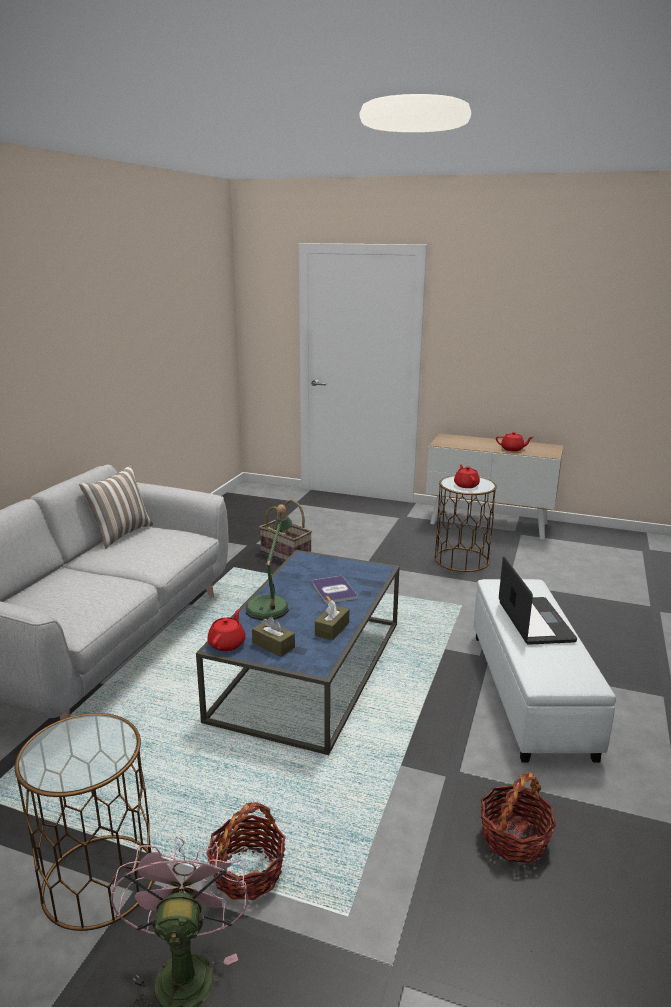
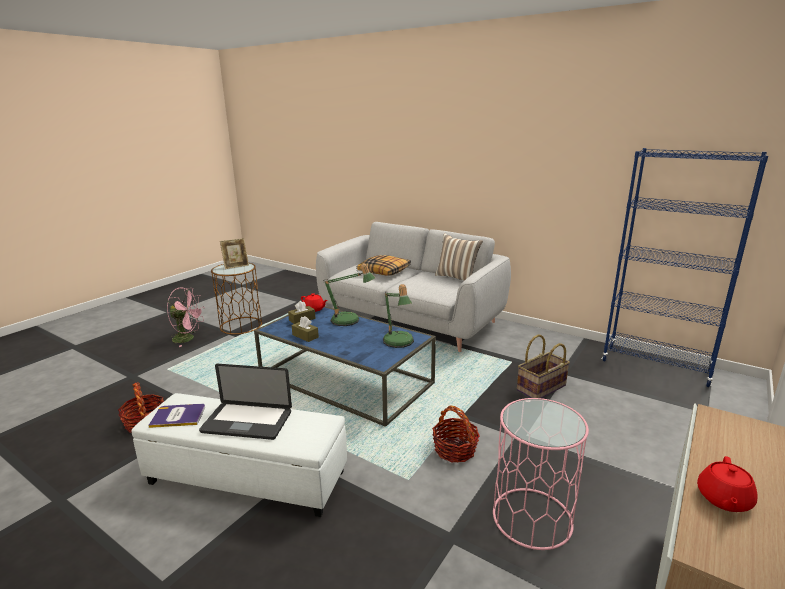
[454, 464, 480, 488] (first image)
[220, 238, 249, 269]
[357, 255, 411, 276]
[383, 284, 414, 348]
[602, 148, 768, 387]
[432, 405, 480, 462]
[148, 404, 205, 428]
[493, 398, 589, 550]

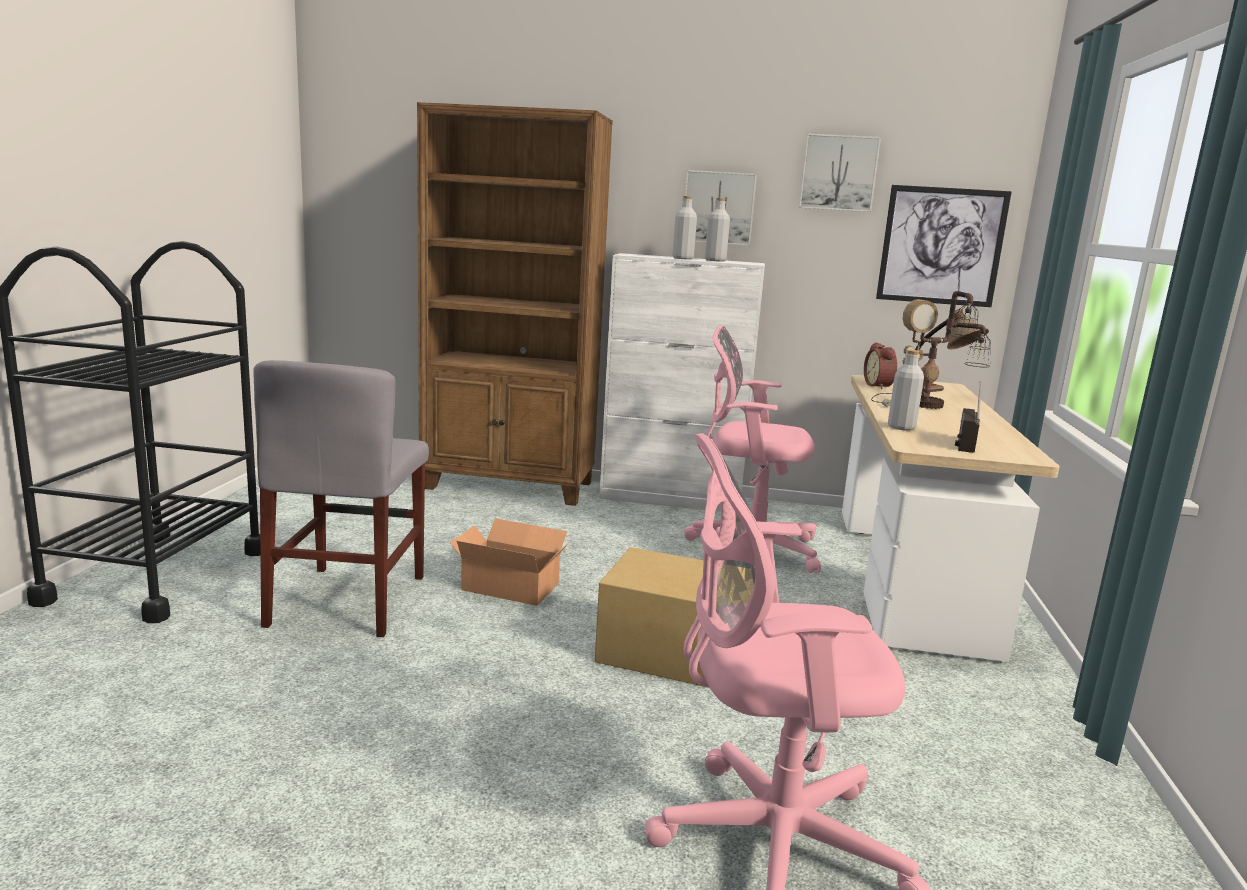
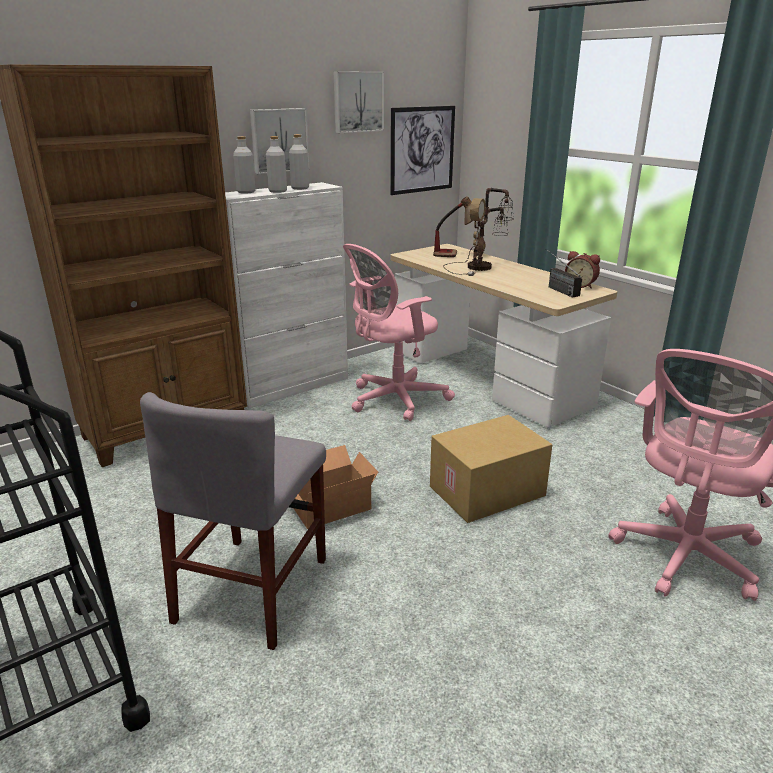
[565, 251, 600, 289]
[233, 136, 256, 194]
[140, 392, 326, 650]

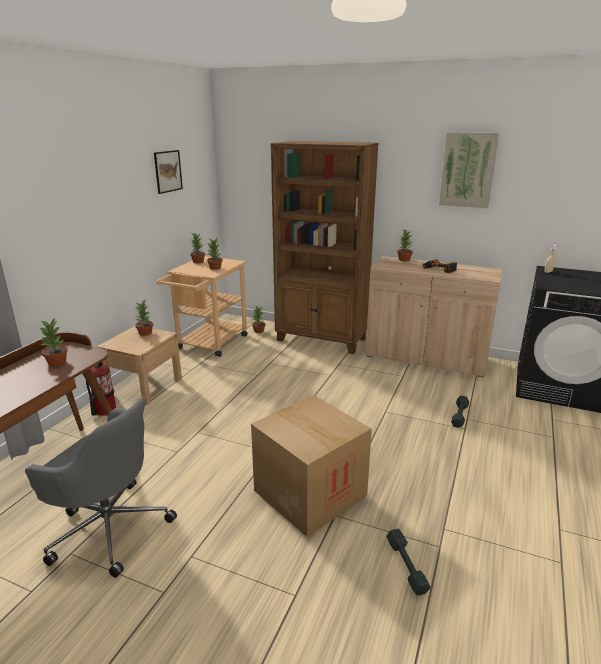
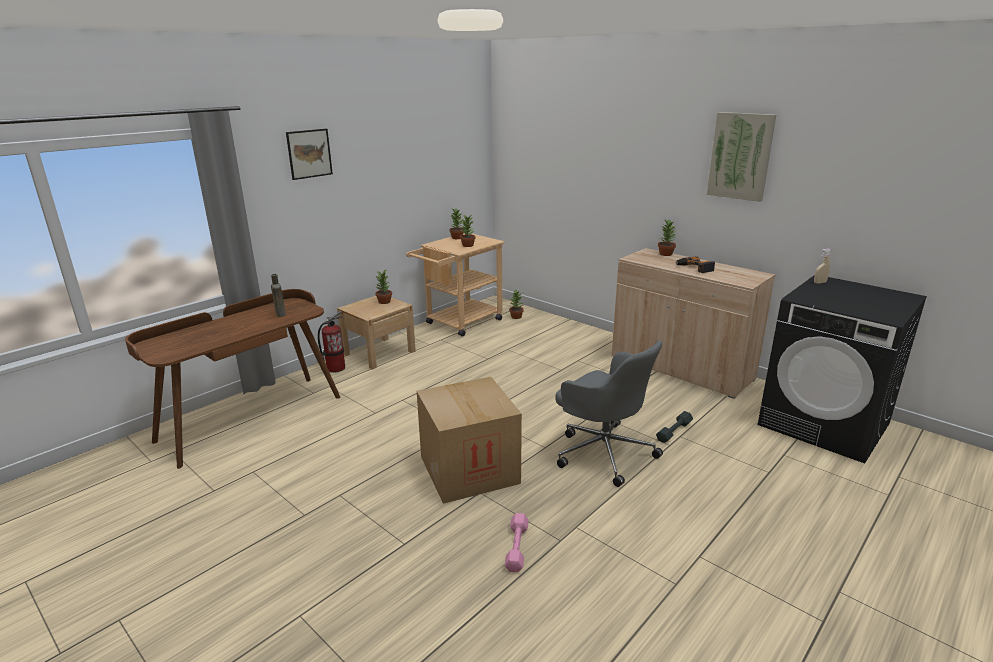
[271, 141, 379, 354] (first image)
[555, 340, 663, 487]
[286, 129, 333, 180]
[271, 274, 286, 317]
[505, 513, 528, 572]

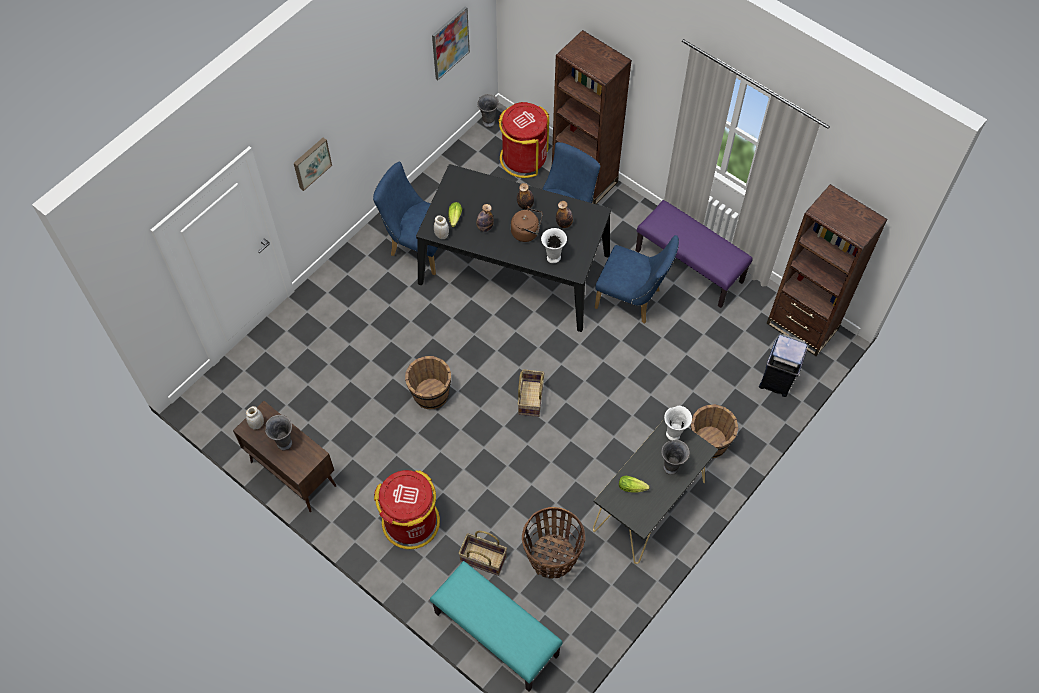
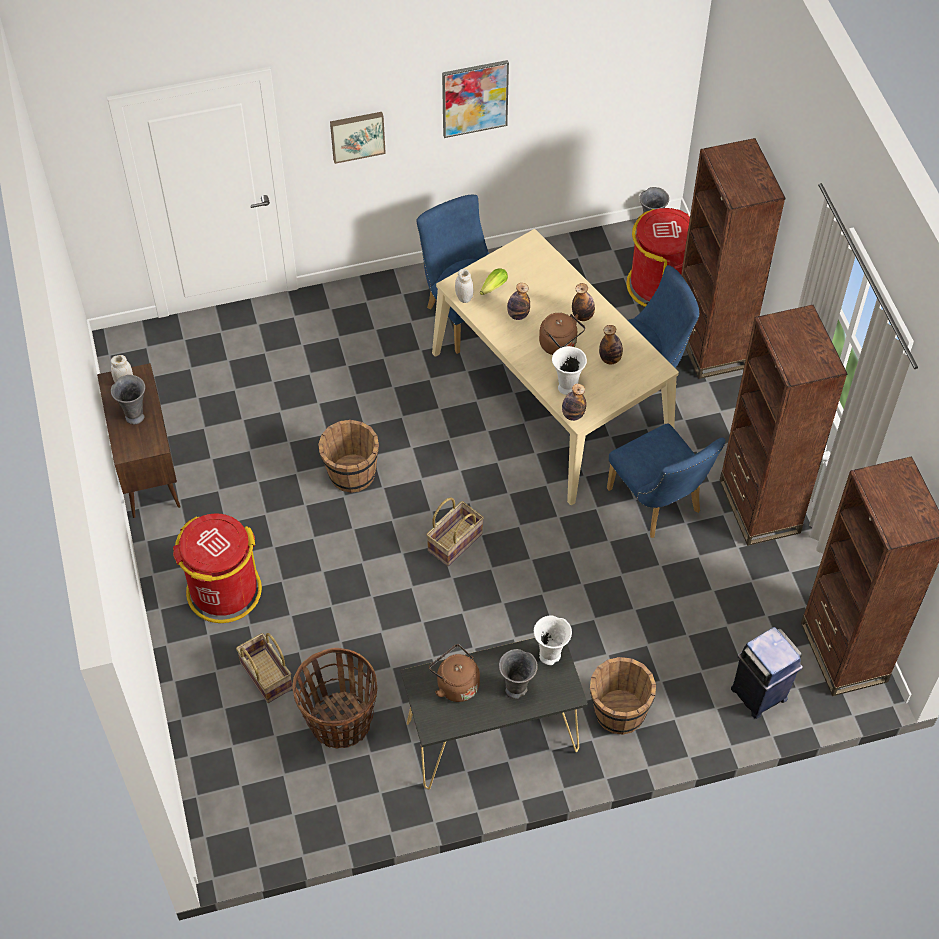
[430, 561, 563, 692] (first image)
[562, 384, 586, 421]
[442, 60, 509, 138]
[429, 644, 480, 702]
[720, 305, 847, 546]
[432, 229, 679, 505]

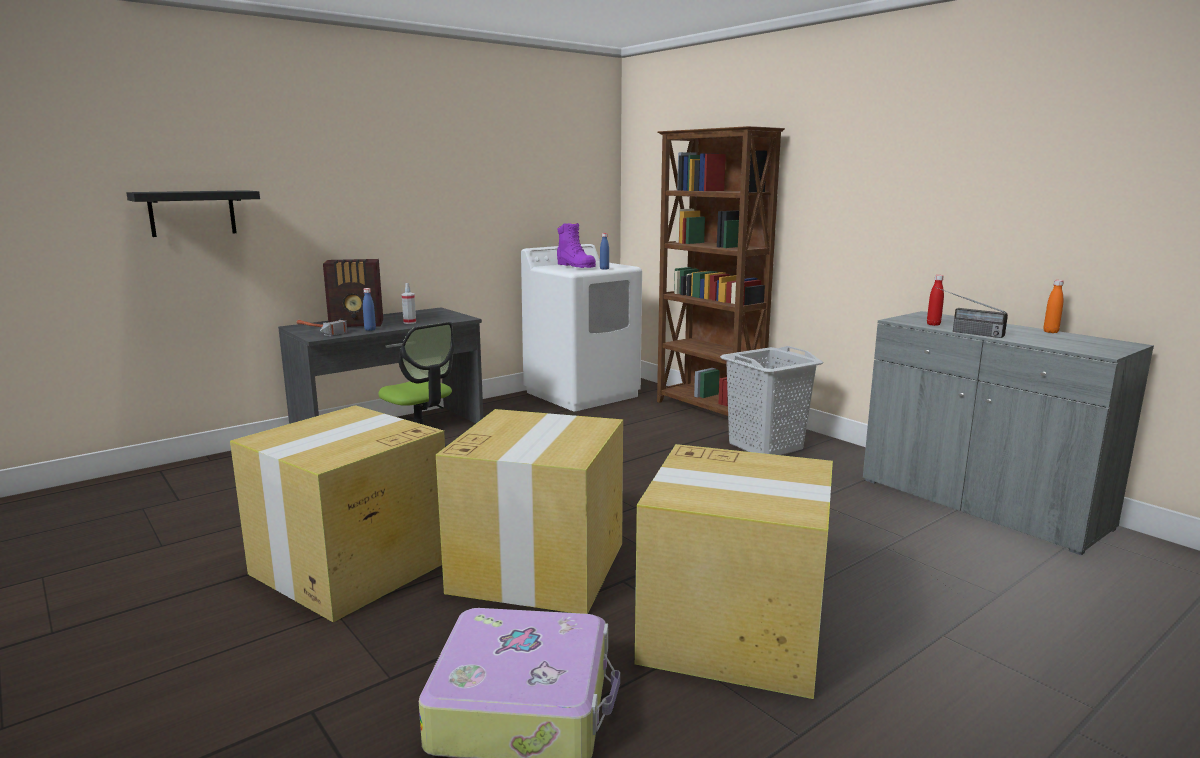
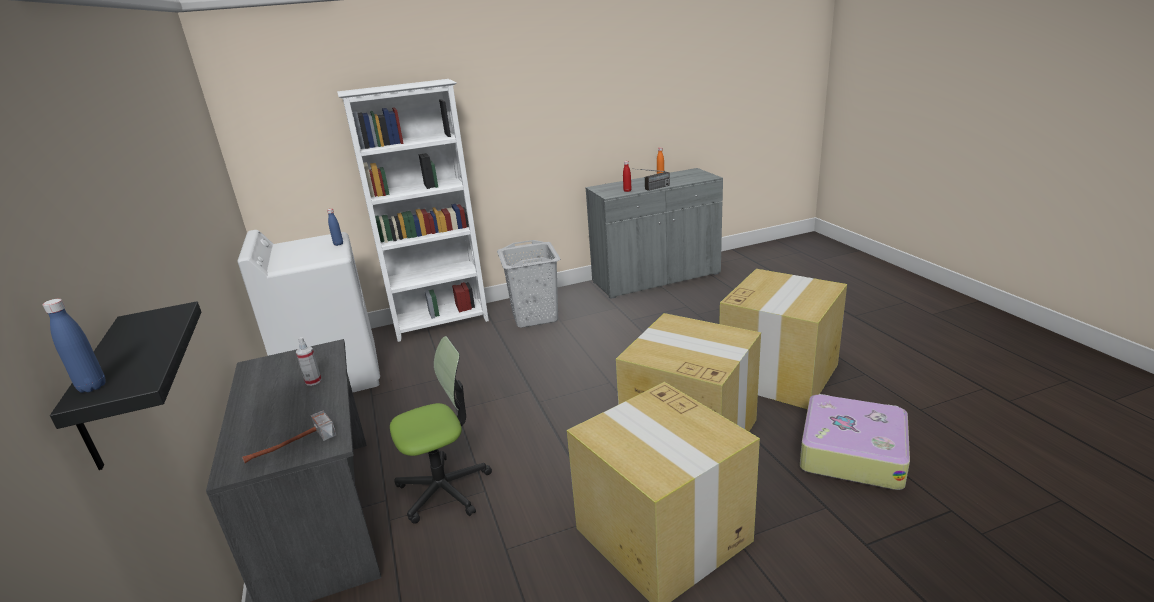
[323, 259, 383, 327] (first image)
[557, 223, 596, 268] (first image)
[42, 299, 105, 393]
[337, 79, 489, 342]

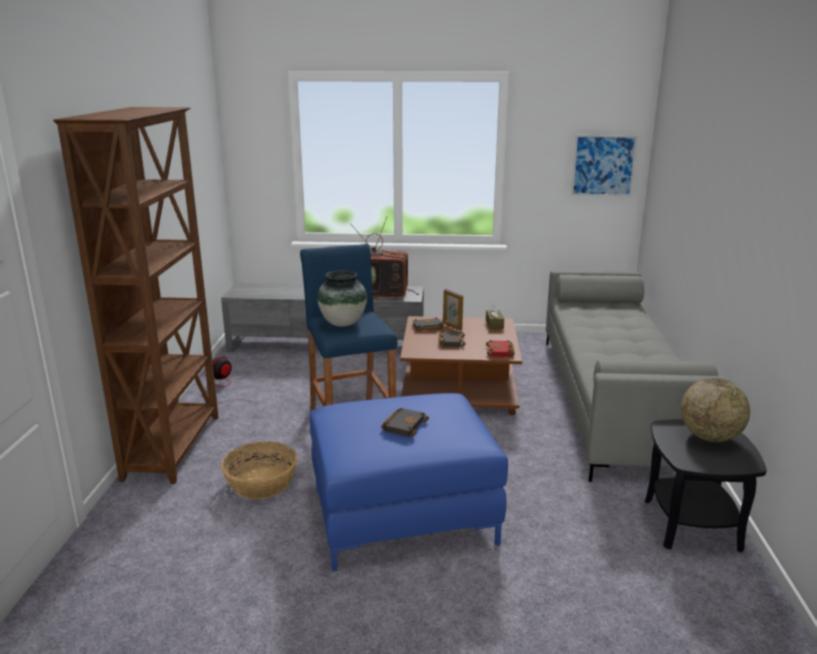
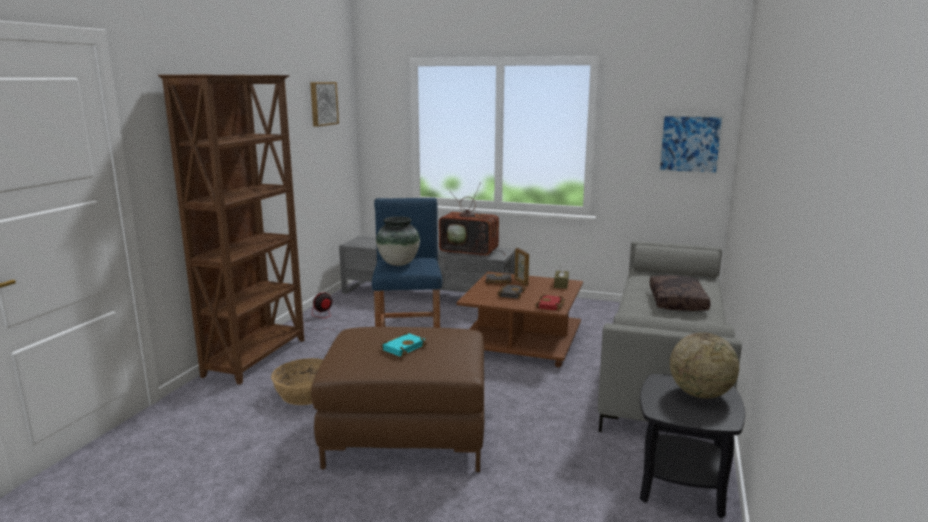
[310, 82, 339, 127]
[649, 275, 711, 311]
[311, 327, 484, 472]
[381, 333, 427, 357]

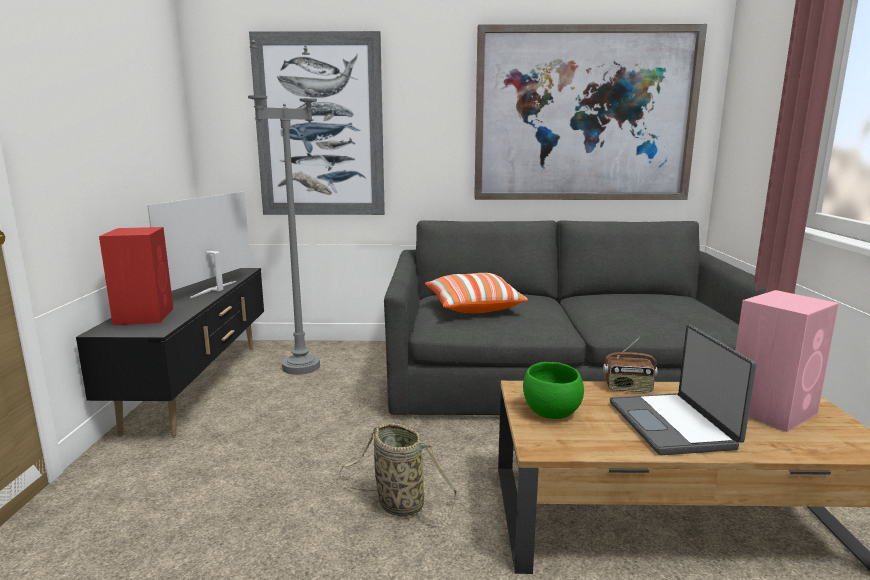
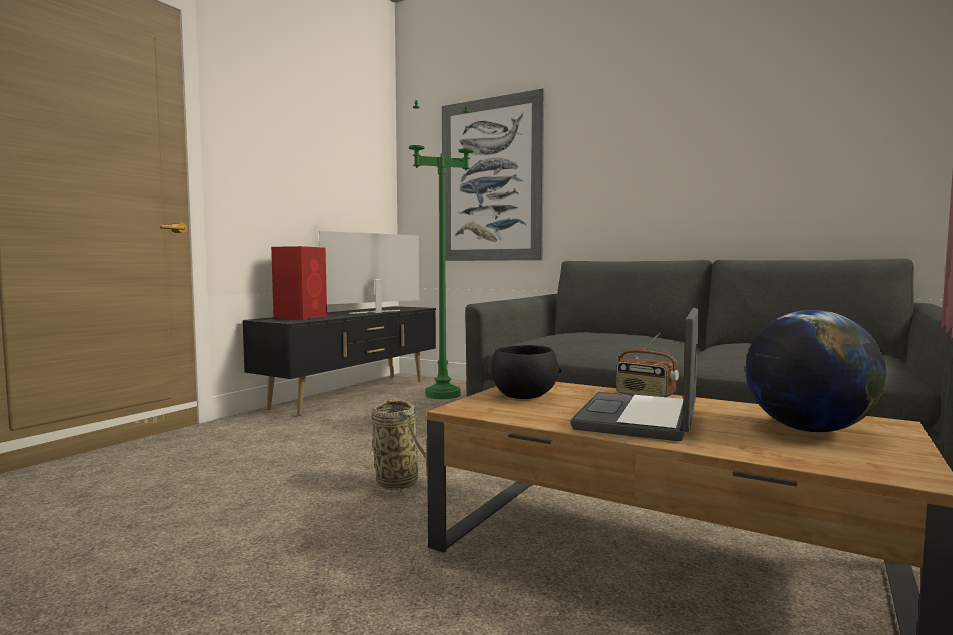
[425, 273, 528, 313] (first image)
[474, 24, 707, 200] (first image)
[746, 310, 886, 432]
[409, 100, 474, 399]
[491, 345, 562, 399]

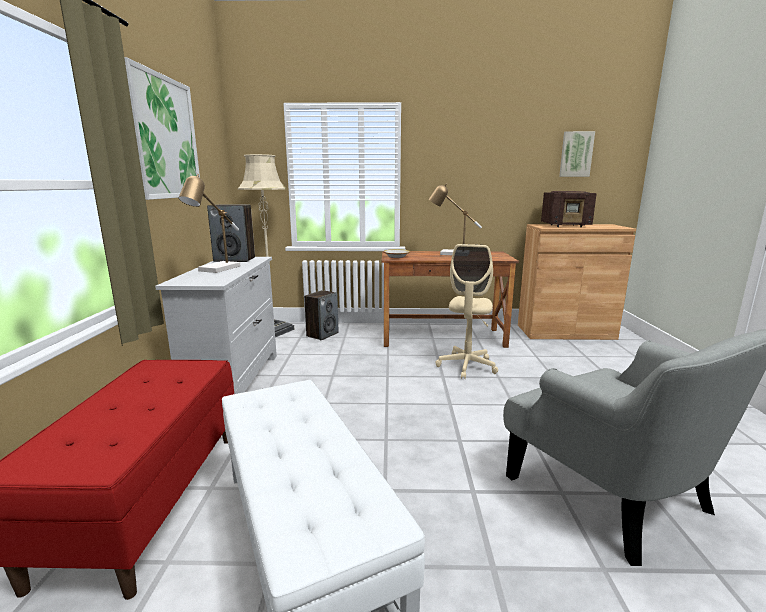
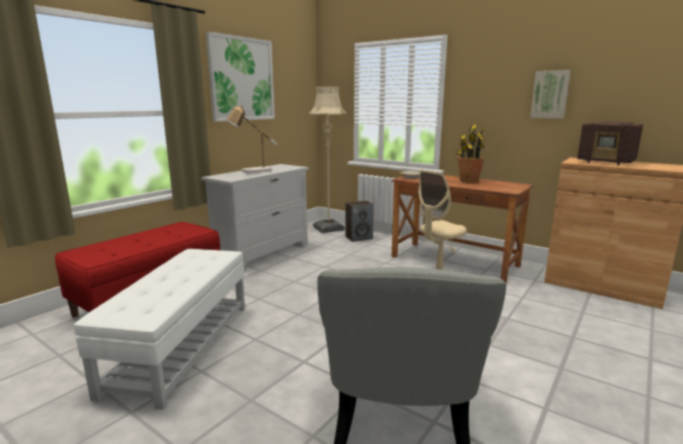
[207, 205, 255, 262] (first image)
[530, 70, 571, 119]
[457, 124, 485, 183]

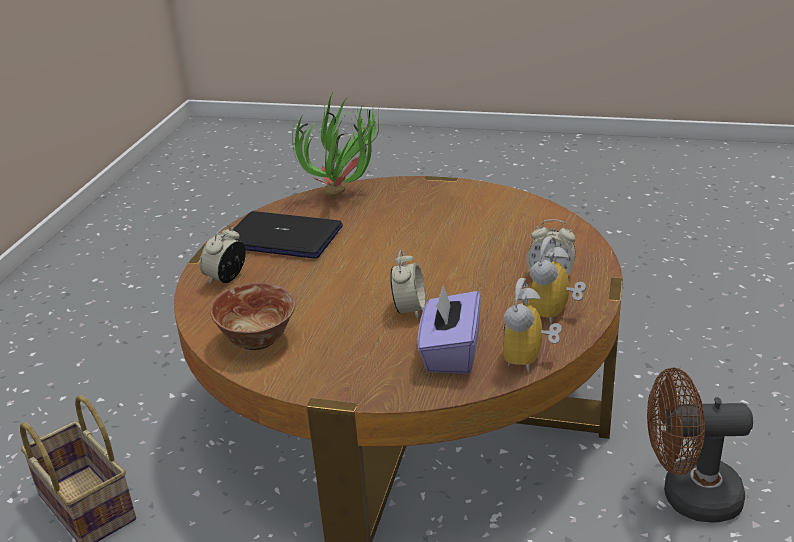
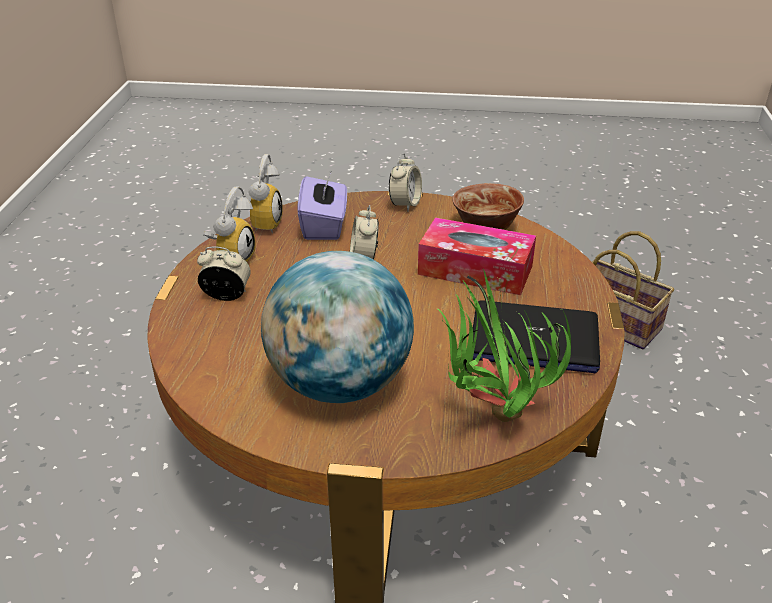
[647, 368, 753, 523] (first image)
[261, 251, 414, 403]
[418, 217, 536, 295]
[389, 153, 422, 212]

